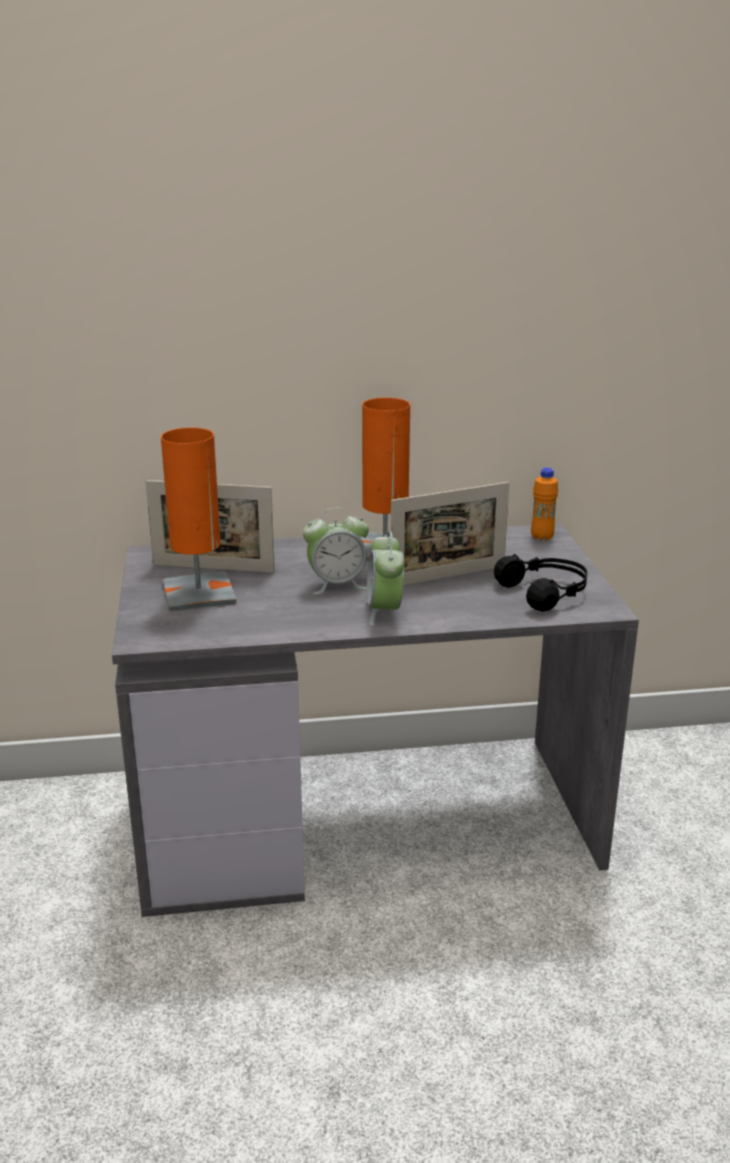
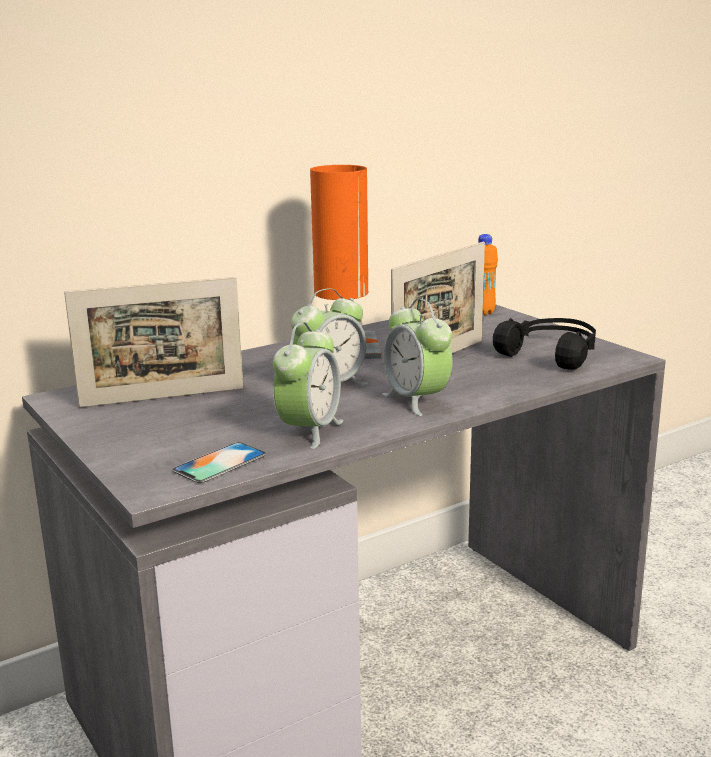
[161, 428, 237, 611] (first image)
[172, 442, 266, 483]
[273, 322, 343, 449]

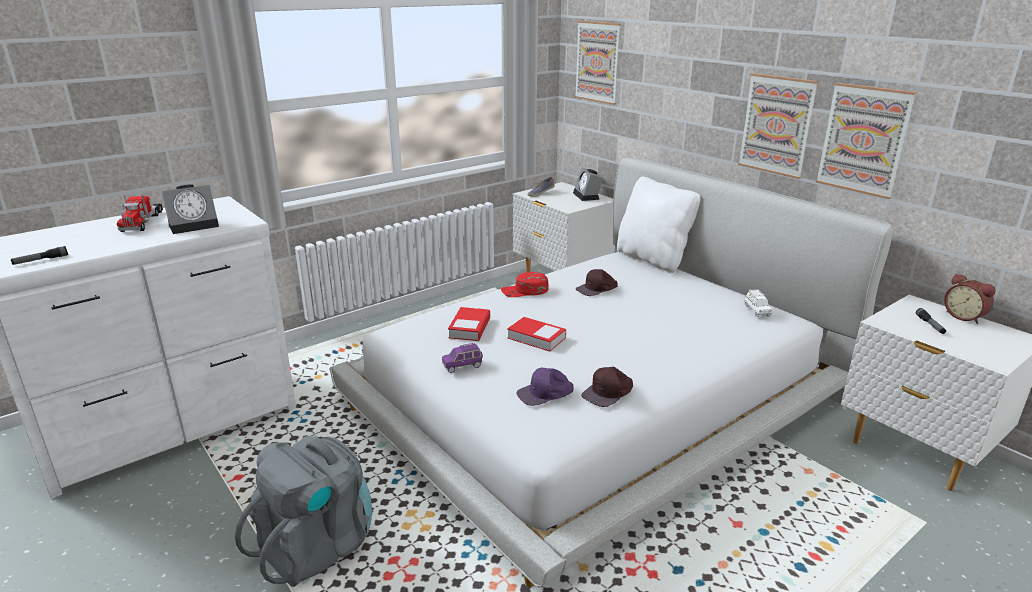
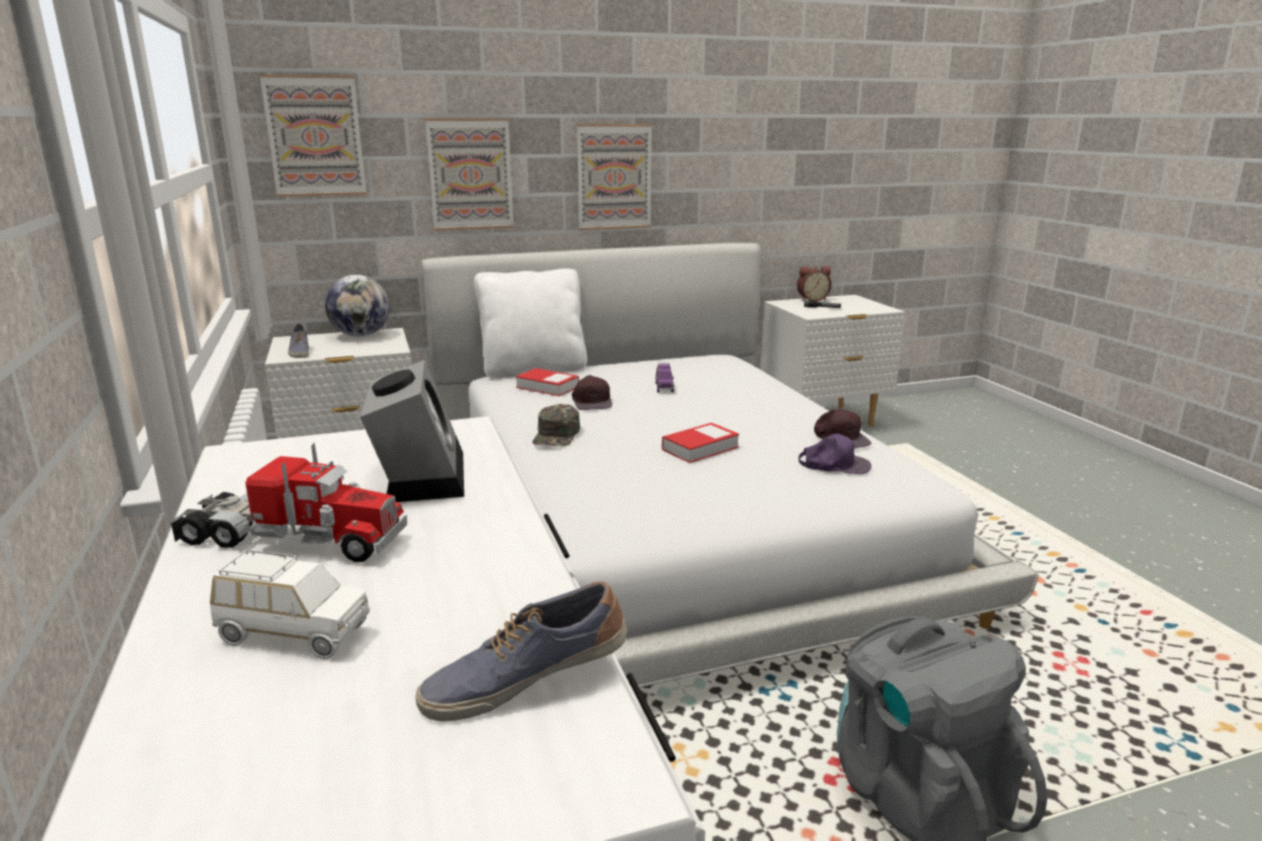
[655, 363, 674, 392]
[515, 368, 579, 396]
[210, 550, 370, 659]
[425, 118, 514, 231]
[415, 581, 627, 722]
[325, 275, 390, 337]
[532, 404, 580, 446]
[798, 434, 871, 474]

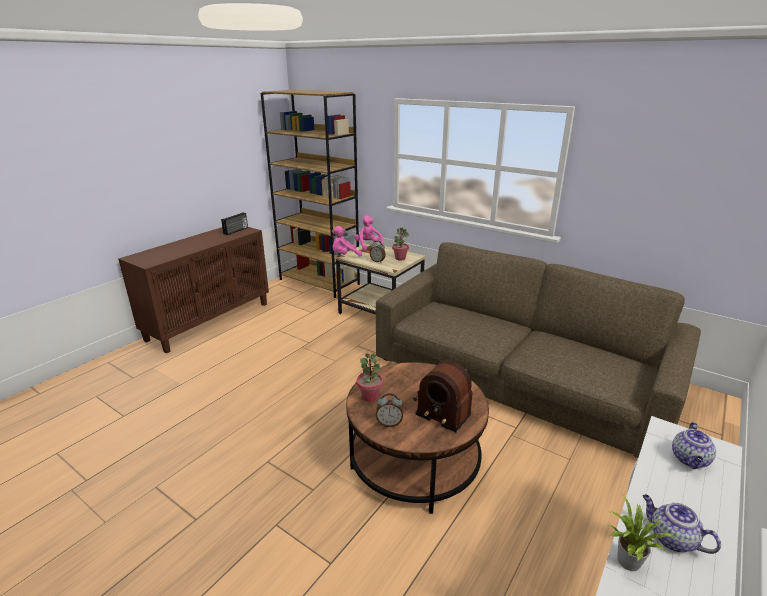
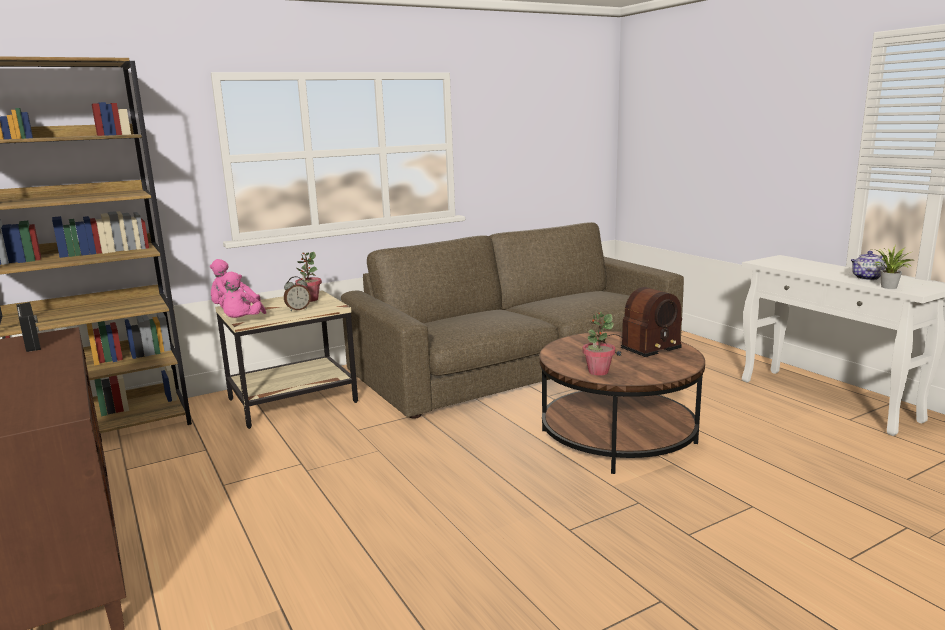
[376, 393, 403, 427] (first image)
[672, 422, 716, 469] (first image)

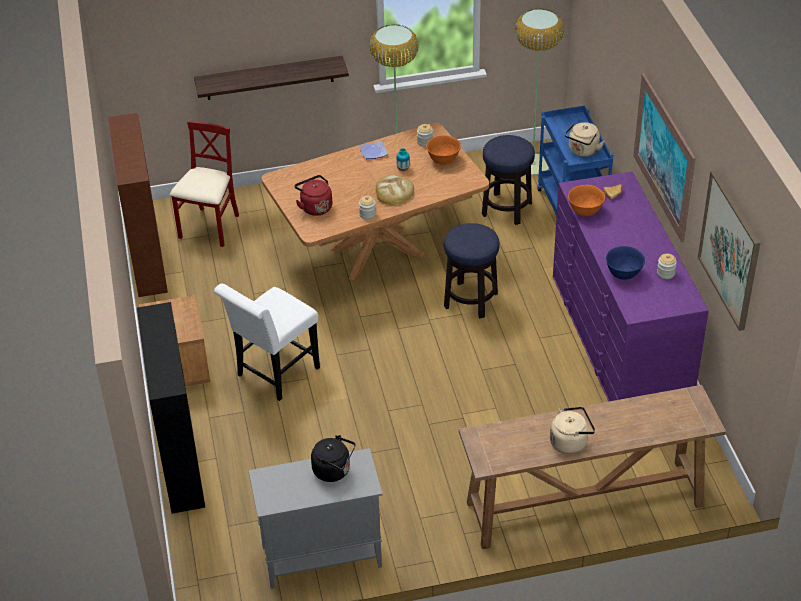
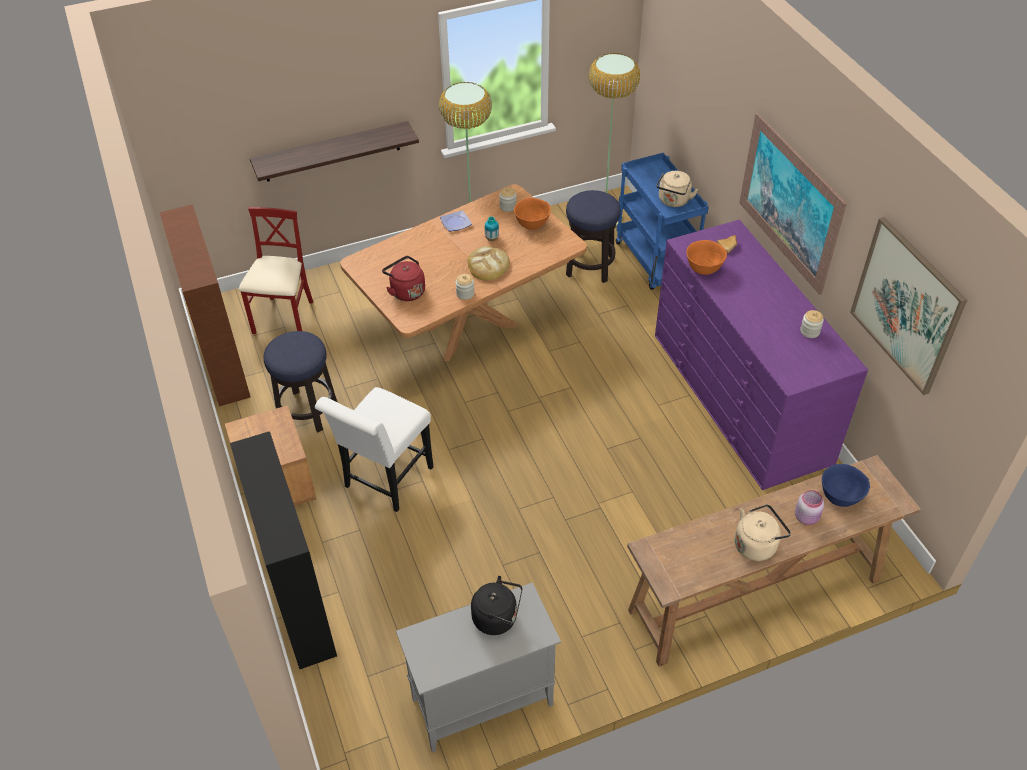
[795, 490, 824, 525]
[263, 331, 337, 433]
[822, 464, 870, 507]

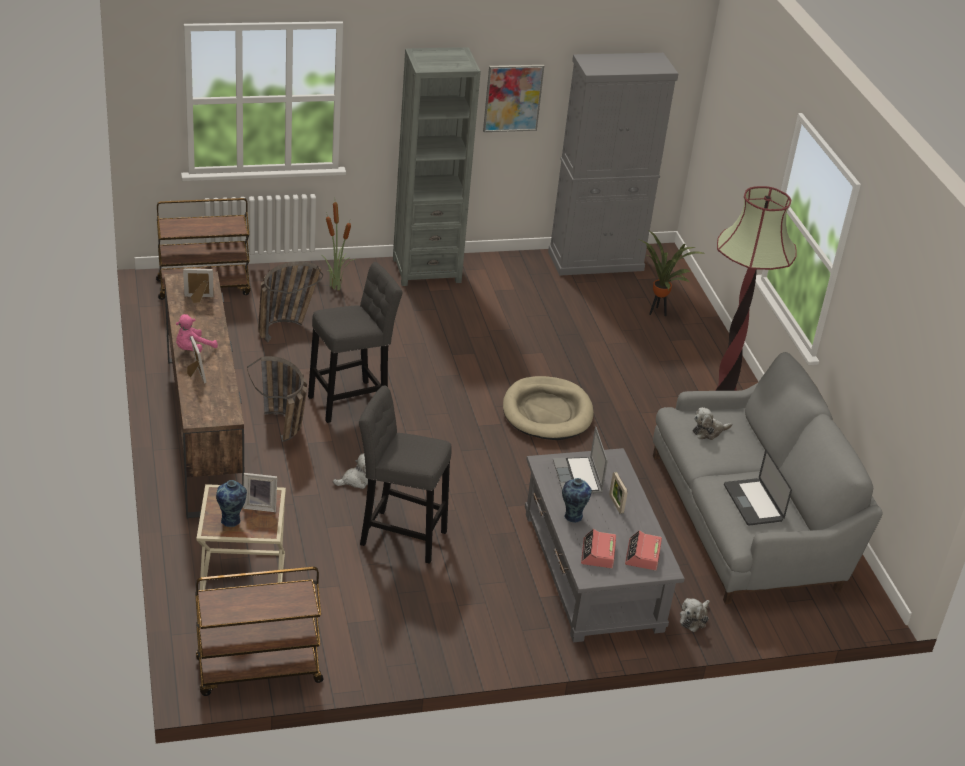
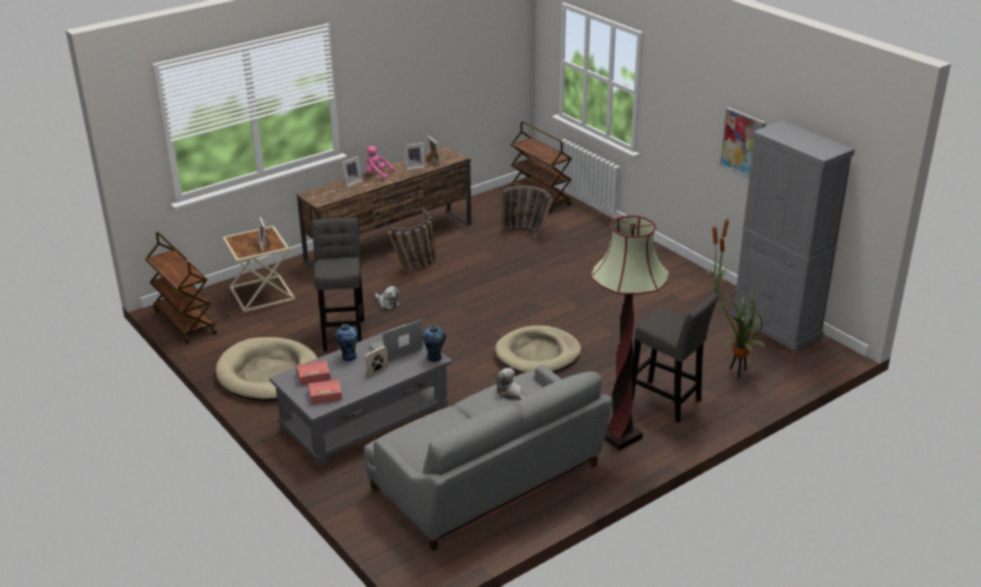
[393, 47, 481, 286] (first image)
[680, 598, 710, 632] (first image)
[724, 449, 792, 526] (first image)
[216, 337, 318, 402]
[403, 143, 425, 170]
[422, 325, 446, 362]
[631, 293, 718, 423]
[705, 217, 733, 293]

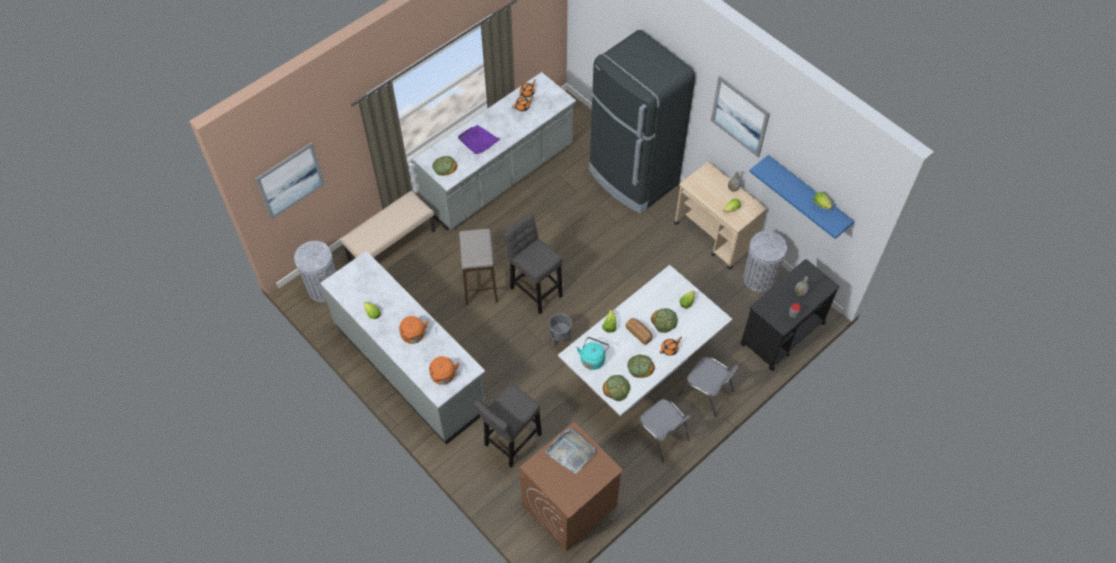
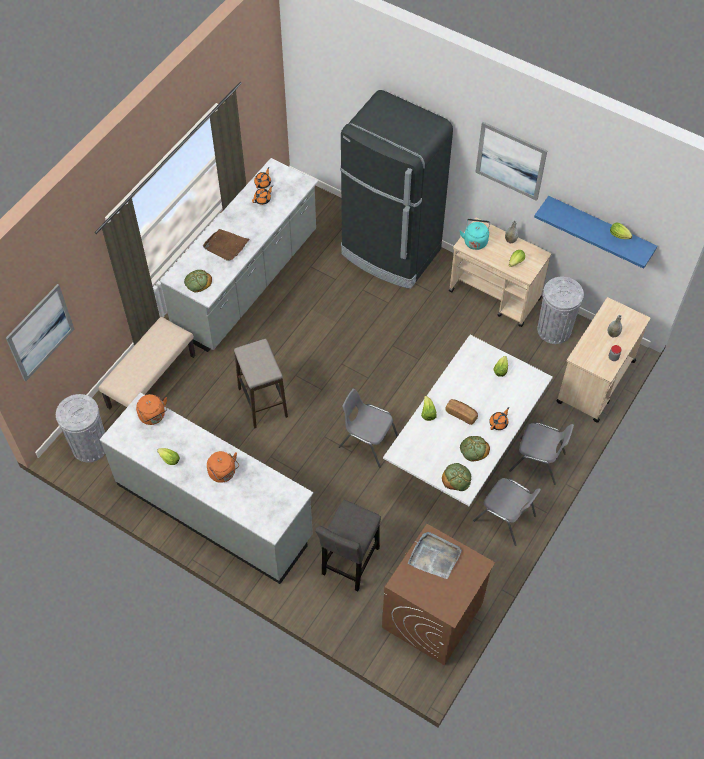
[503, 213, 562, 314] (first image)
[651, 308, 678, 333] (first image)
[136, 394, 167, 425]
[460, 219, 490, 250]
[339, 389, 398, 468]
[203, 229, 250, 261]
[556, 297, 650, 423]

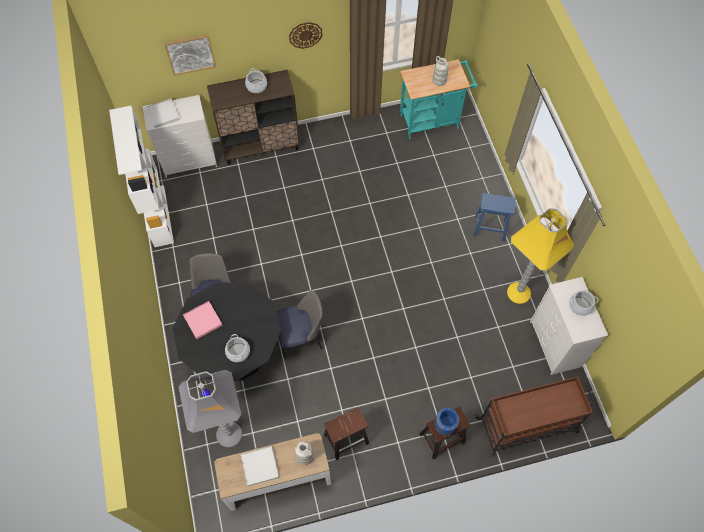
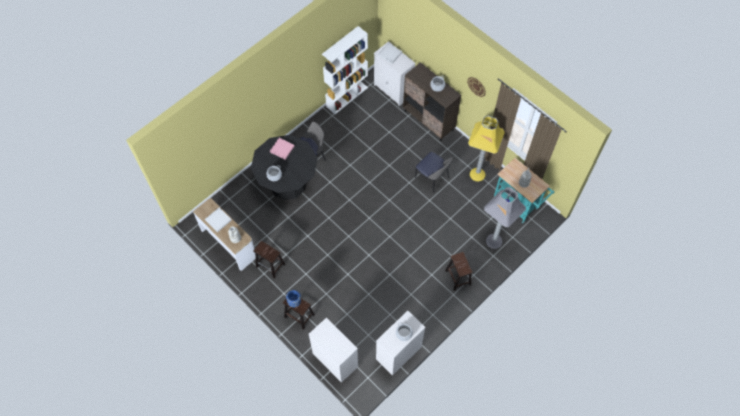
[164, 34, 216, 76] (first image)
[484, 187, 526, 249]
[415, 152, 453, 193]
[468, 116, 505, 182]
[309, 317, 358, 383]
[445, 252, 472, 291]

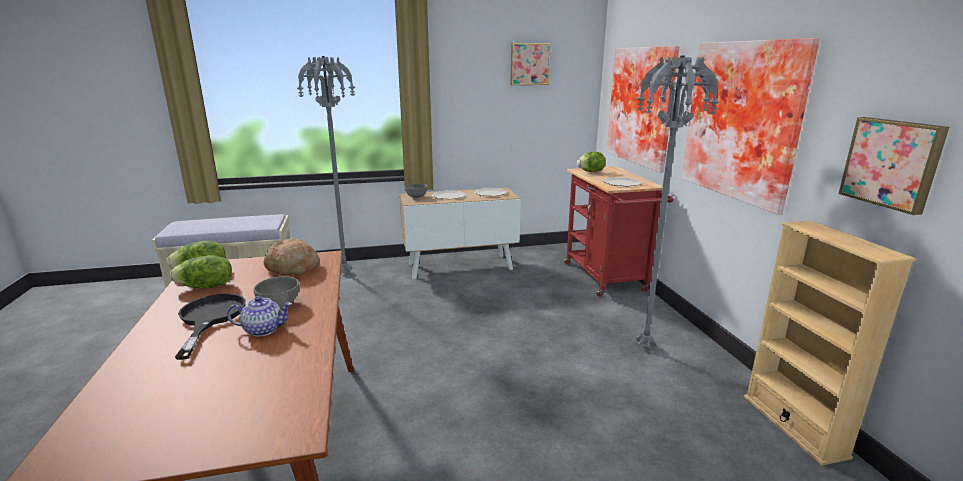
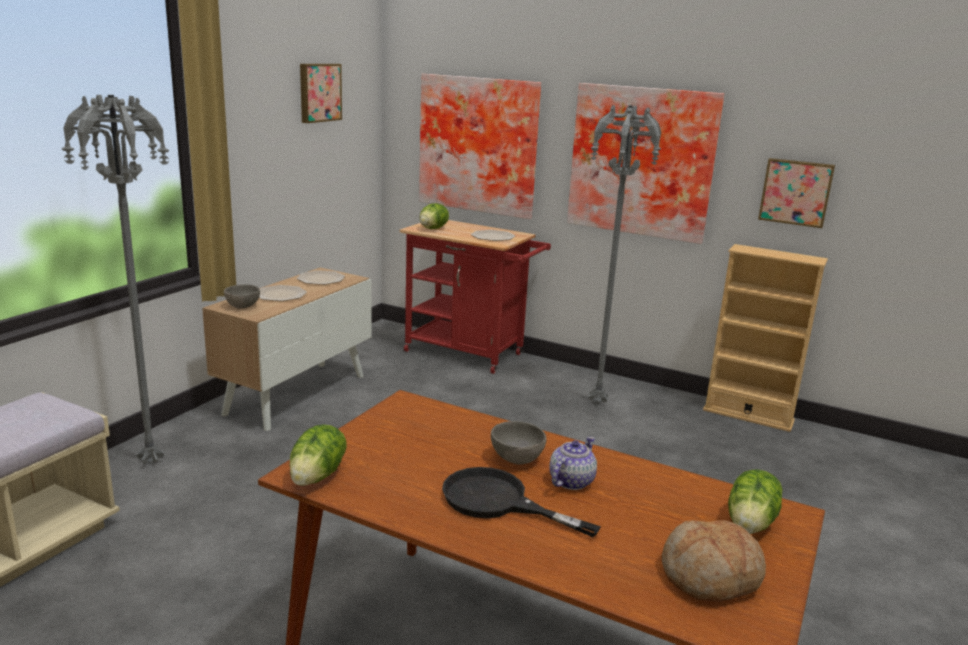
[728, 469, 783, 534]
[662, 520, 766, 602]

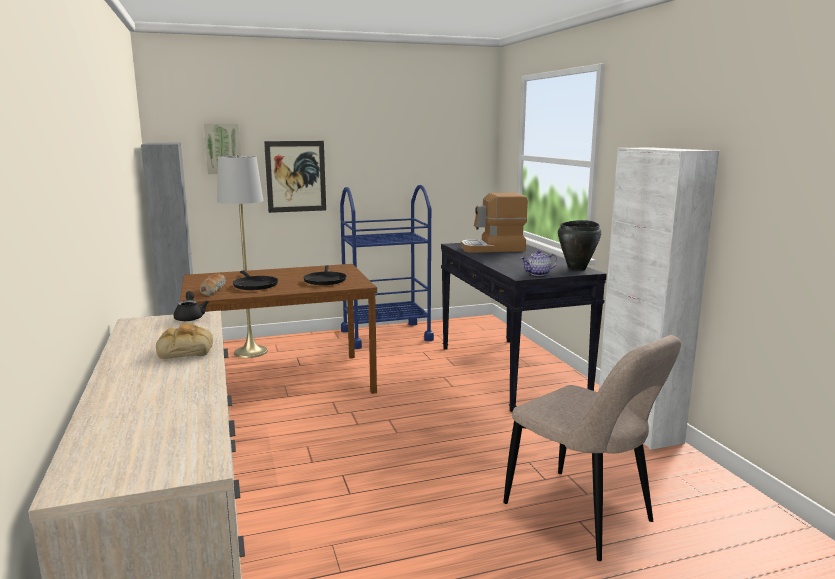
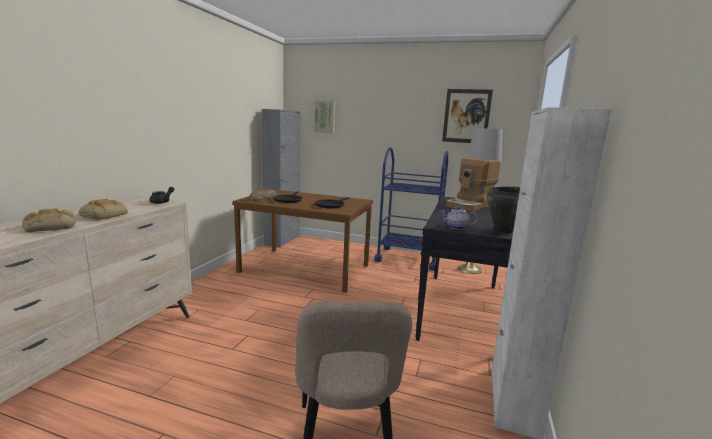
[22, 209, 76, 232]
[458, 127, 503, 274]
[442, 89, 493, 143]
[446, 158, 501, 211]

